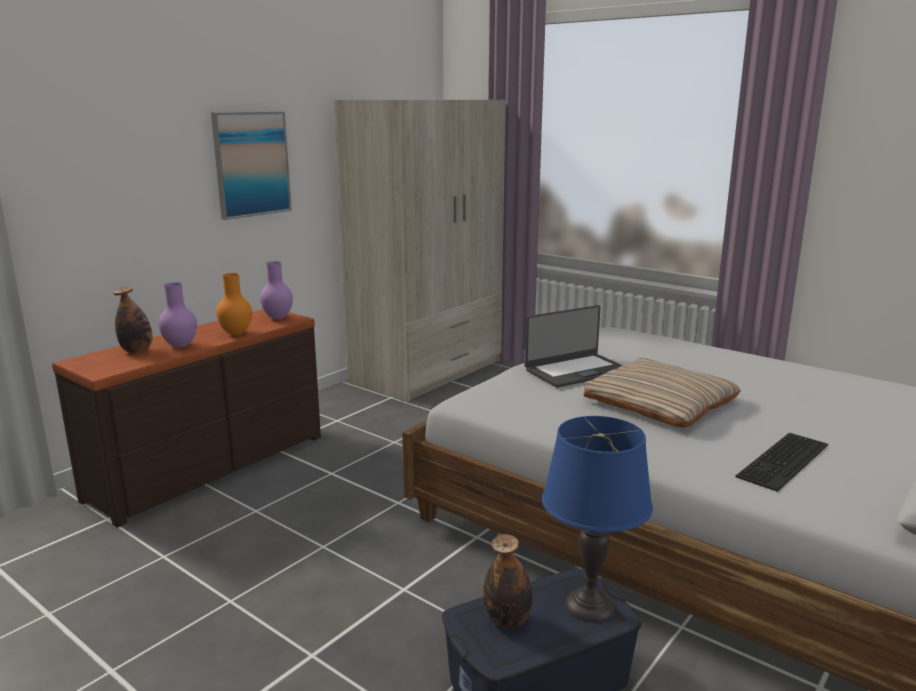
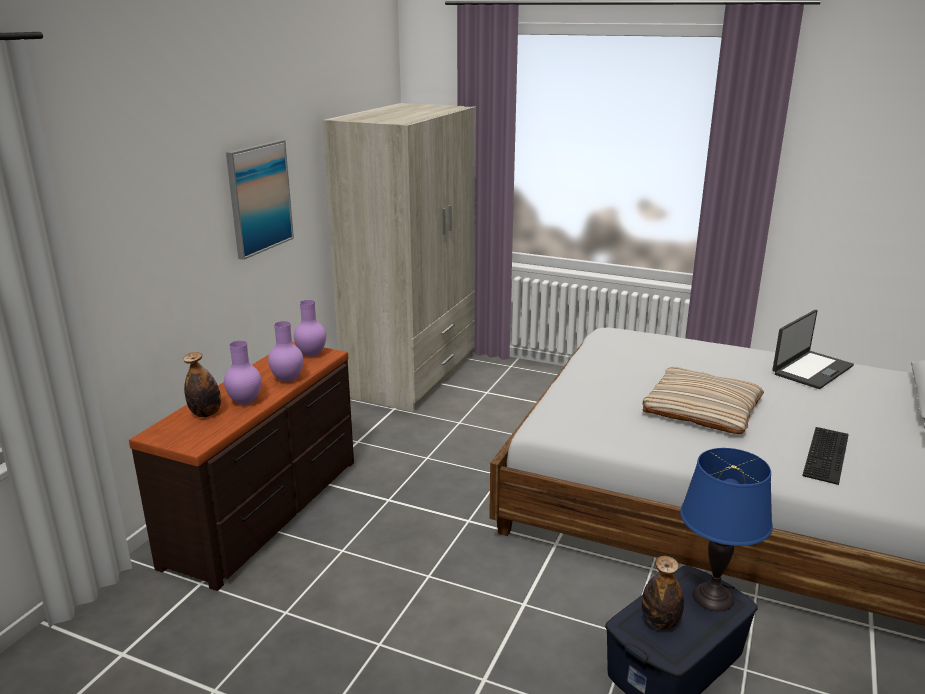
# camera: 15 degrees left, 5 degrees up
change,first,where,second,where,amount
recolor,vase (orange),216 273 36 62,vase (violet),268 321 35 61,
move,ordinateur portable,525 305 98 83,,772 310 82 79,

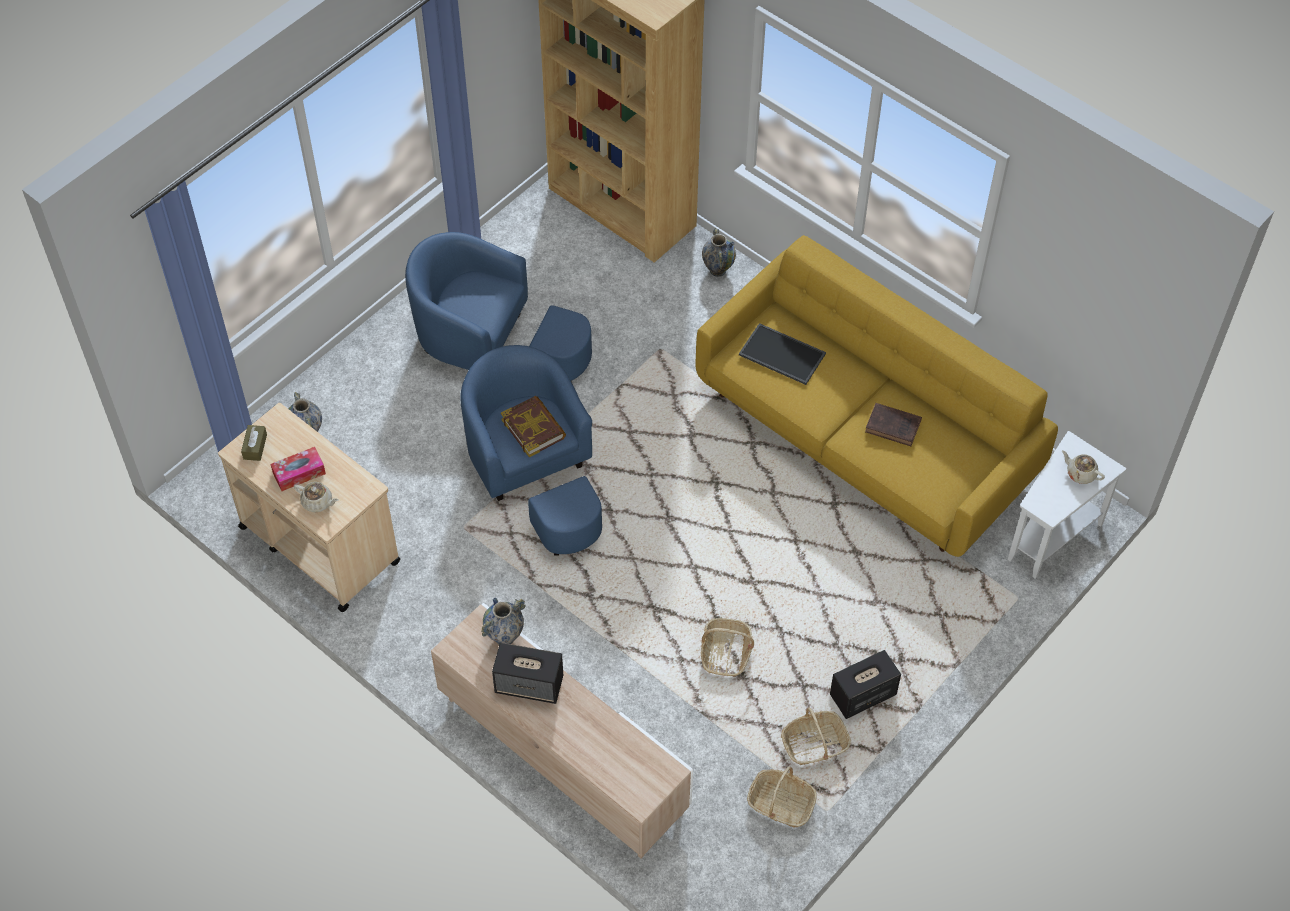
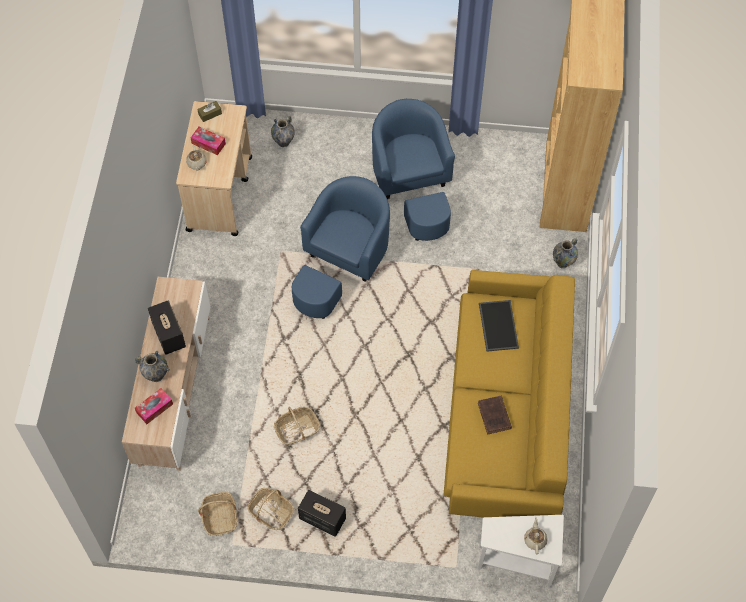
# camera: 55 degrees right, 5 degrees up
change,first,where,second,where,amount
move,vase,481 598 45 46,,135 351 35 31,
insert,,,boîte à mouchoirs,135 388 38 36,
delete,livre,501 396 65 61,,,

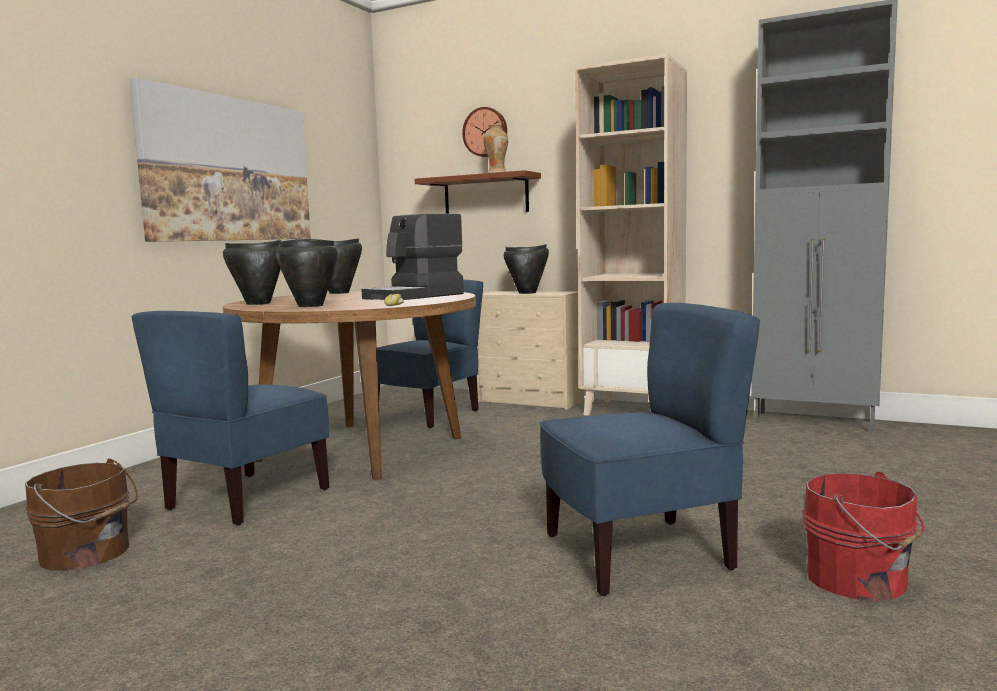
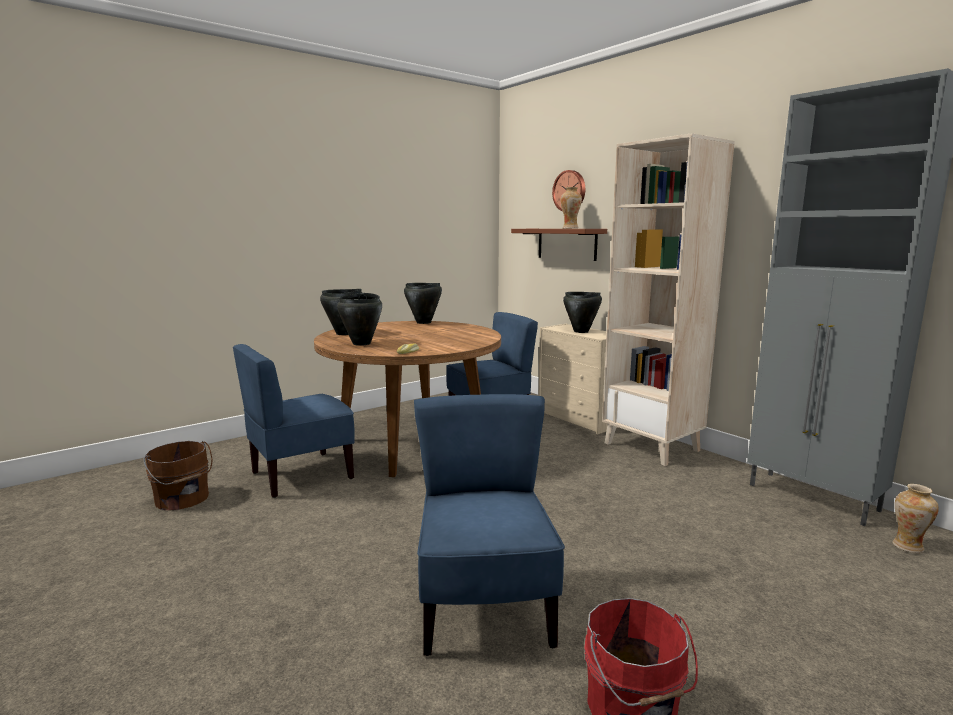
# camera: 25 degrees right, 5 degrees up
change,first,where,second,where,amount
rotate,chaise (bleu),540 303 220 293,,414 394 151 262,105 degrees counterclockwise
insert,,,vase,893 484 46 69,
delete,tableau,130 78 181 164,,,
delete,machine à café,361 213 103 87,,,

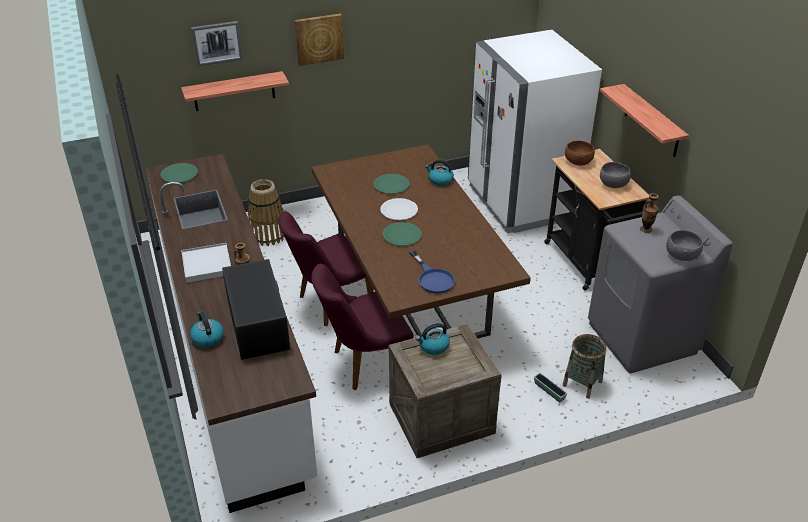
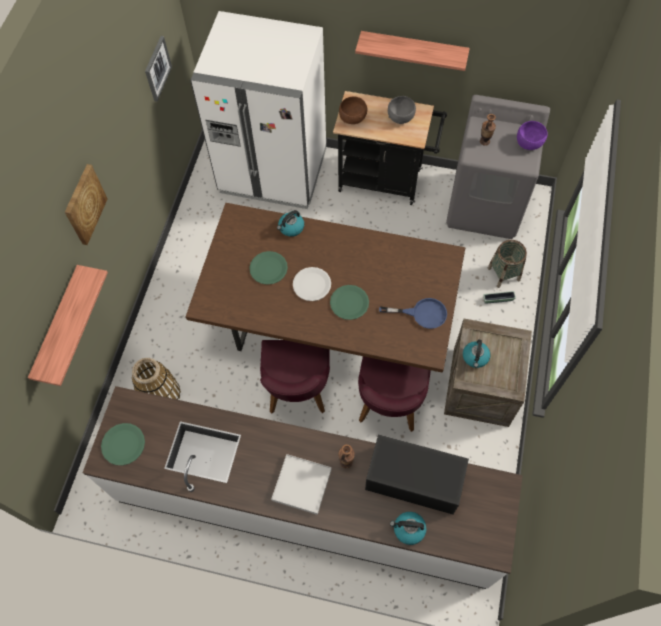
# camera: 55 degrees left, 25 degrees up
change,first,where,second,where,amount
move,tableau,191 21 52 45,,145 36 27 66,
recolor,bol (gris),666 230 37 31,bol (violet),517 121 31 29,

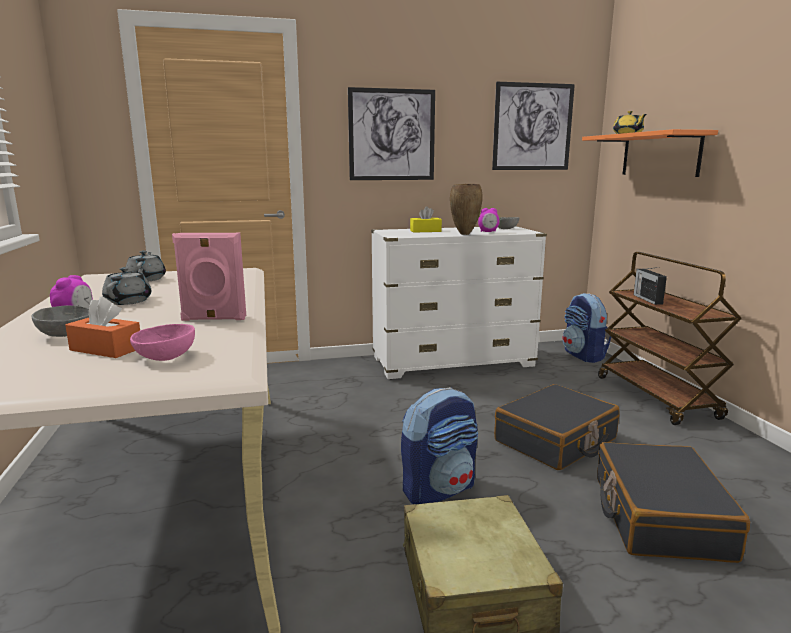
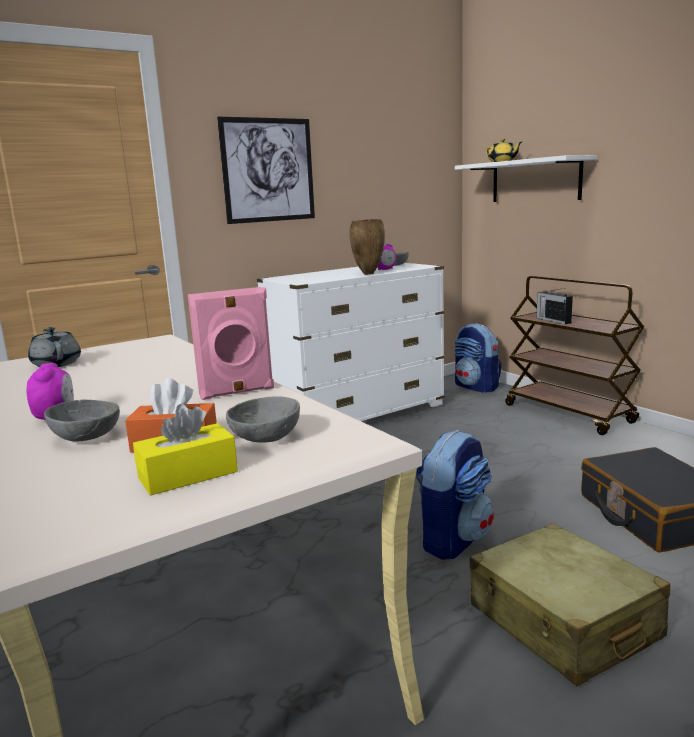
# camera: 20 degrees left, 0 degrees up
change,first,where,second,where,amount
move,boîte à mouchoirs (jaune),410 206 32 27,,133 404 105 91,
recolor,bol (rose),130 324 65 37,bol (gris),226 396 74 47,
recolor,étagère (orange),582 129 136 48,étagère (blanc),455 155 142 47,
delete,théière (gris),102 267 49 38,,,
delete,tableau,492 82 83 88,,,
delete,valise (noir),494 384 125 86,,,

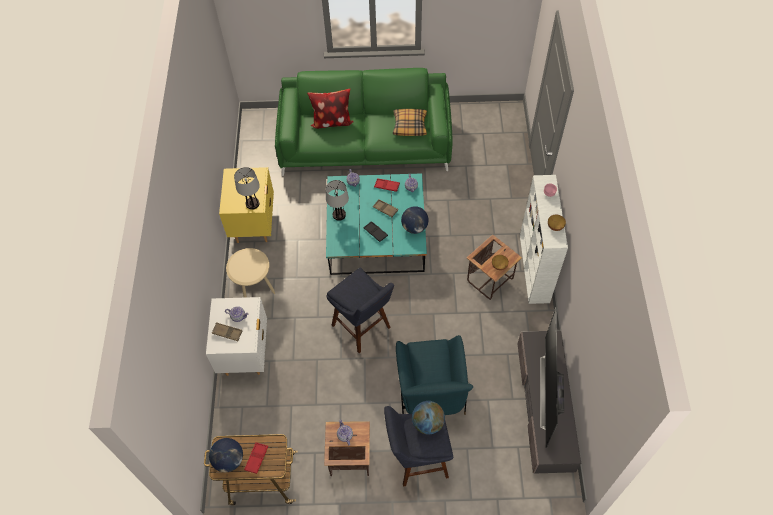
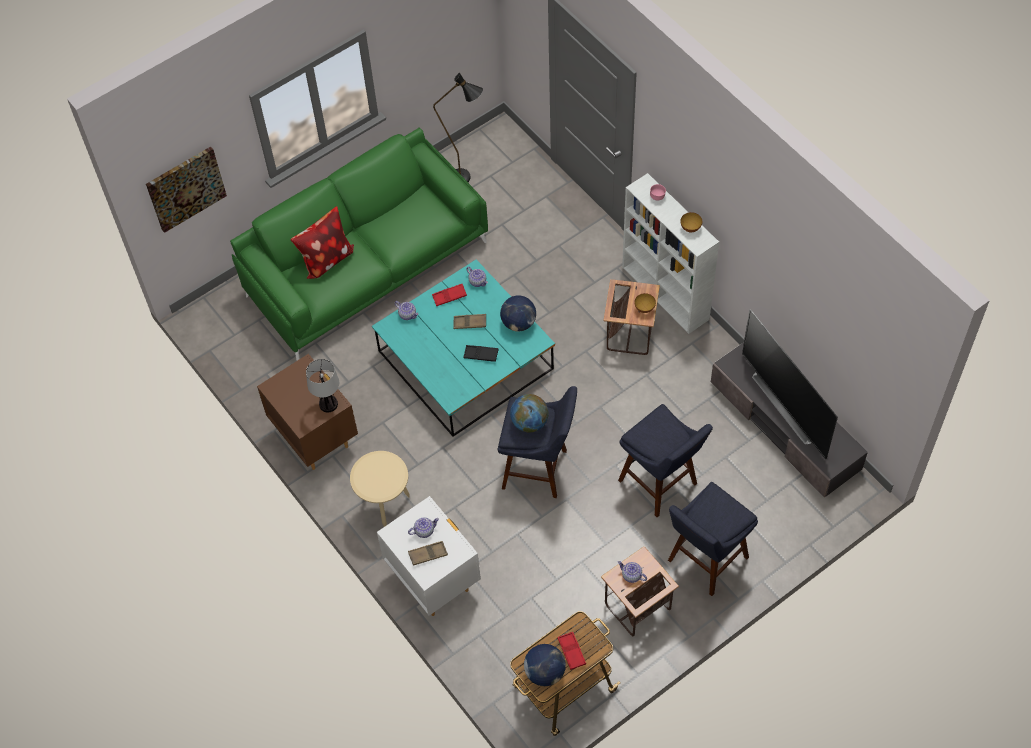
# camera: 35 degrees left, 0 degrees up
change,first,where,second,where,amount
insert,,,tableau,146 146 81 87,
recolor,table de chevet (jaune),219 167 55 76,table de chevet (marron),257 354 101 116,
insert,,,lampadaire (noir),433 73 50 109,
move,globe,412 401 33 34,,510 394 39 39,
replace,fauteuil (bleu),396 335 77 80,tabouret (bleu),618 404 95 113,
delete,lampe de table,326 180 23 41,,,
delete,coussin,393 109 34 27,,,

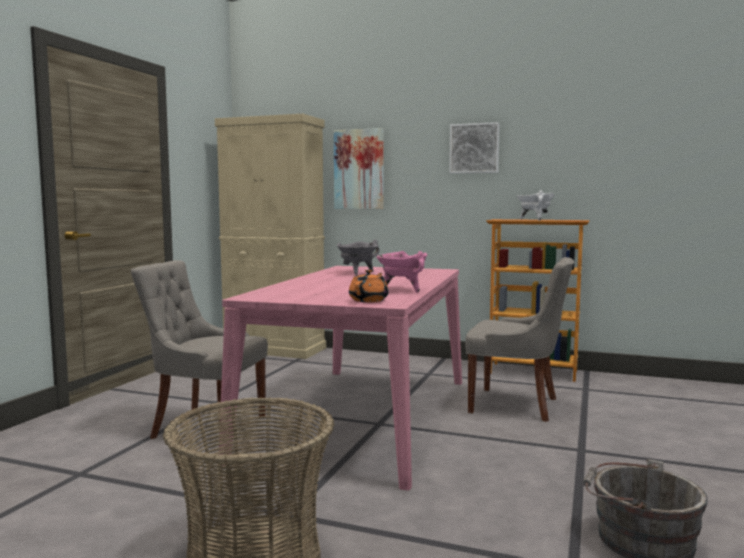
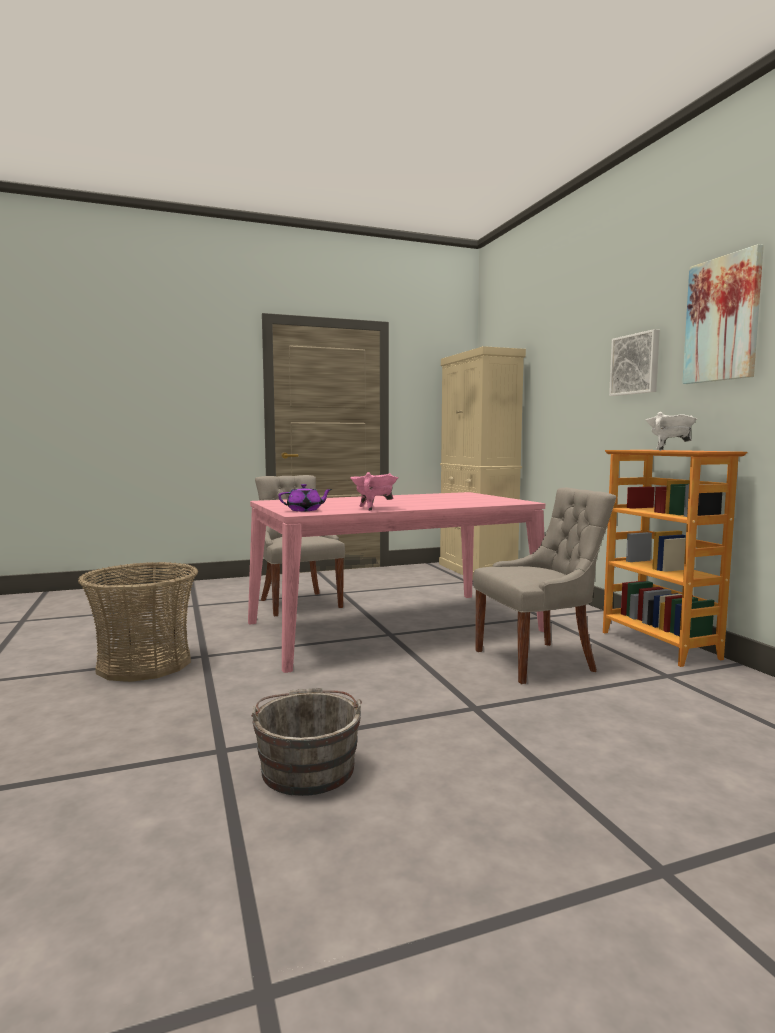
# camera: 50 degrees right, 0 degrees up
change,first,where,second,where,amount
recolor,théière (orange),349 270 40 32,théière (violet),278 484 54 27,
rotate,chaise (gris),465 257 109 165,,473 488 143 196,90 degrees counterclockwise
move,tableau,334 128 50 81,,682 244 82 140,
delete,marmite (gris),337 240 43 35,,,

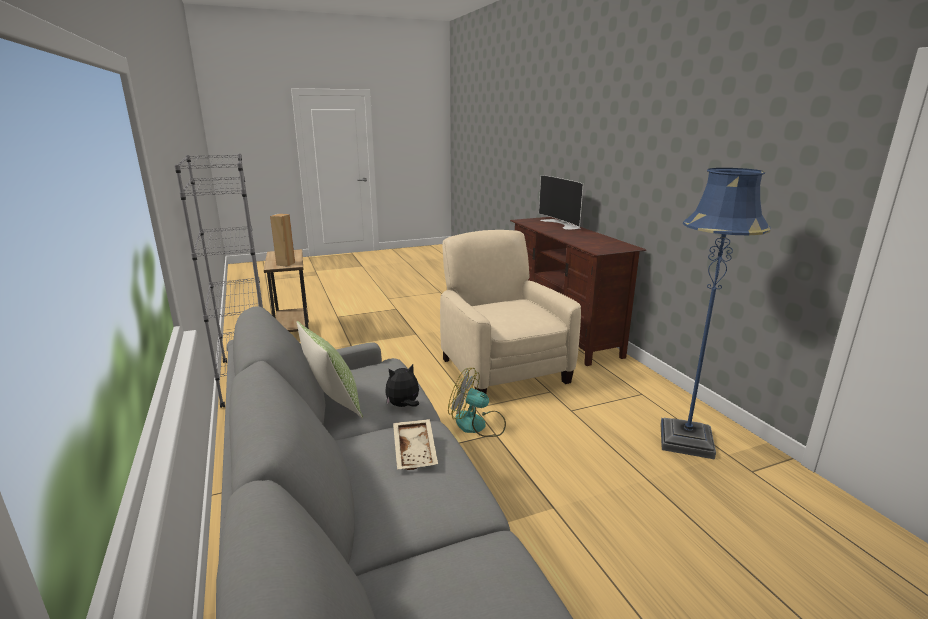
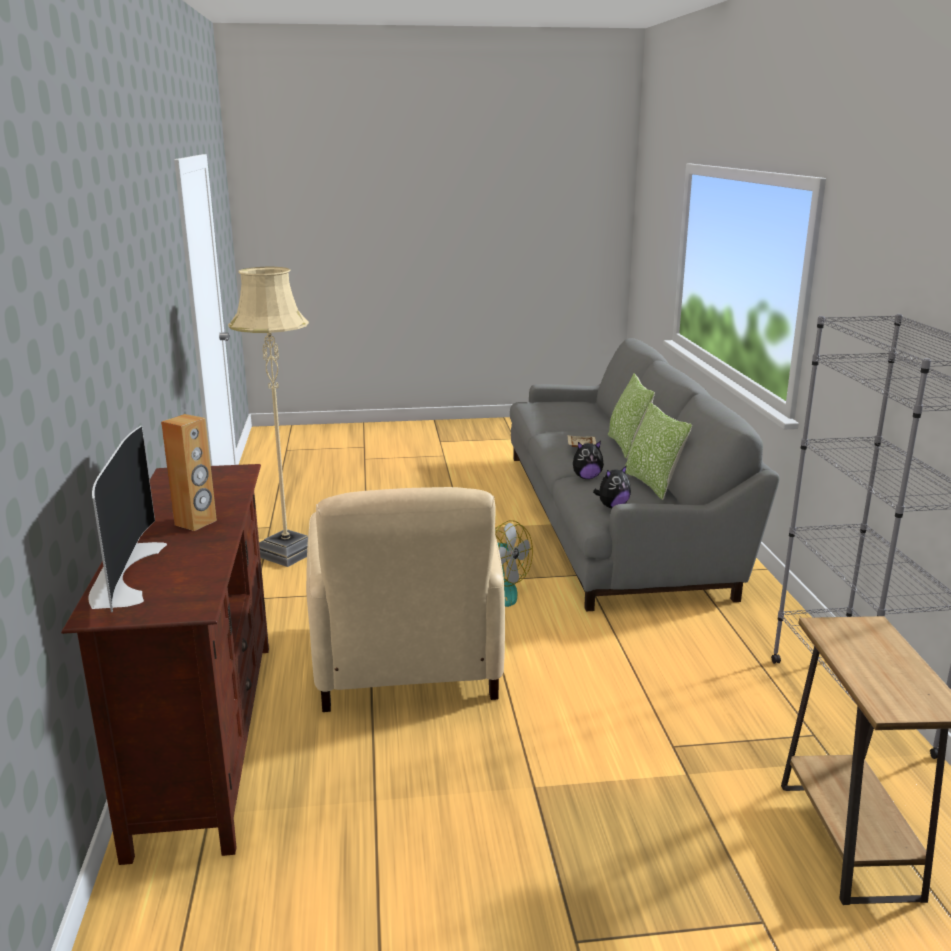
# camera: 165 degrees left, 0 degrees up
change,first,where,second,where,amount
move,enceinte (marron),270 214 25 53,,161 414 56 117,
recolor,lampadaire (bleu),660 168 111 292,lampadaire (beige),228 267 81 300,
insert,,,peluche,593 465 38 43,
insert,,,coussin,608 373 47 86,

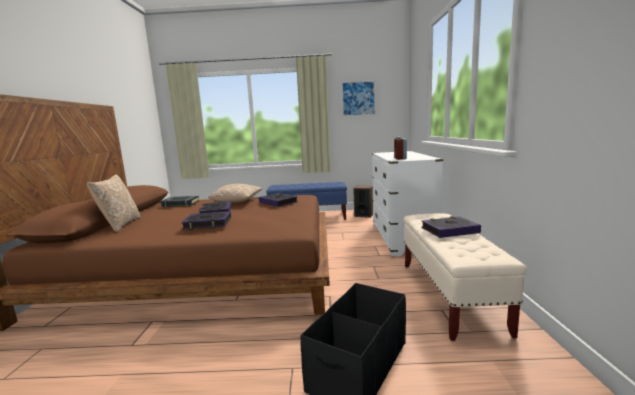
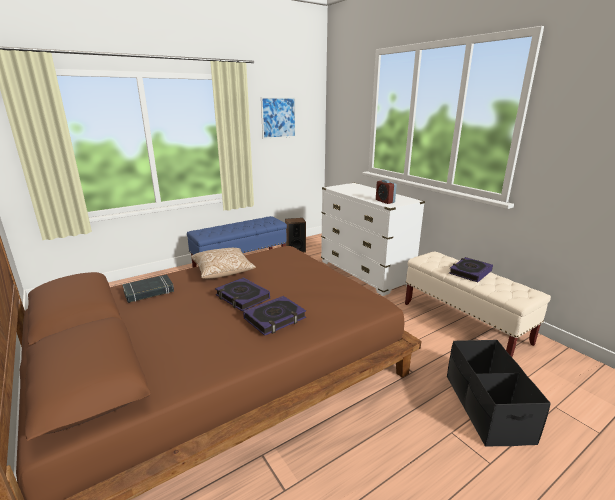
# camera: 35 degrees left, 10 degrees up
change,first,where,second,where,amount
delete,coussin,87 175 54 57,,,
delete,livre,259 193 39 14,,,

